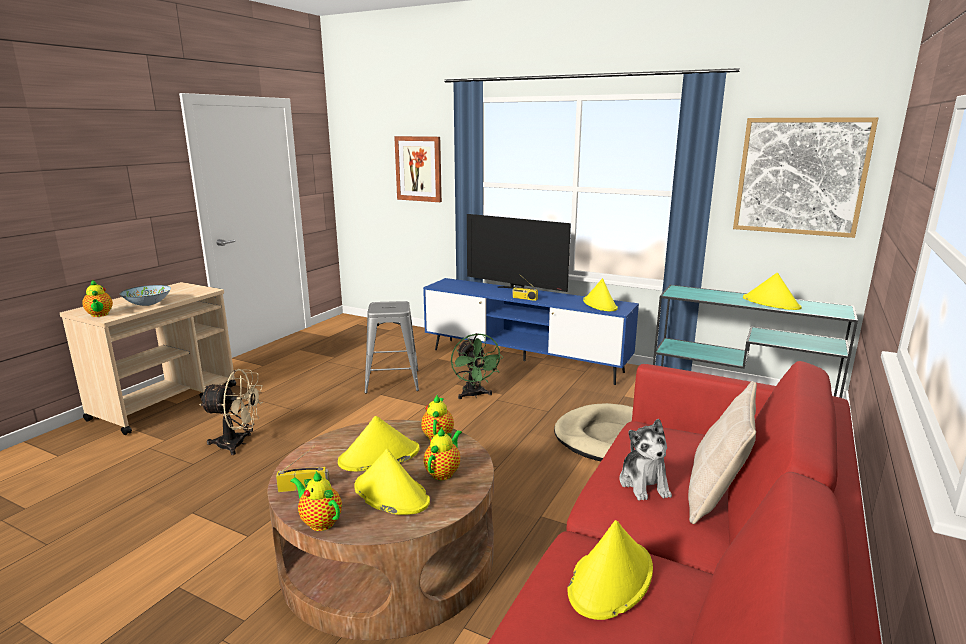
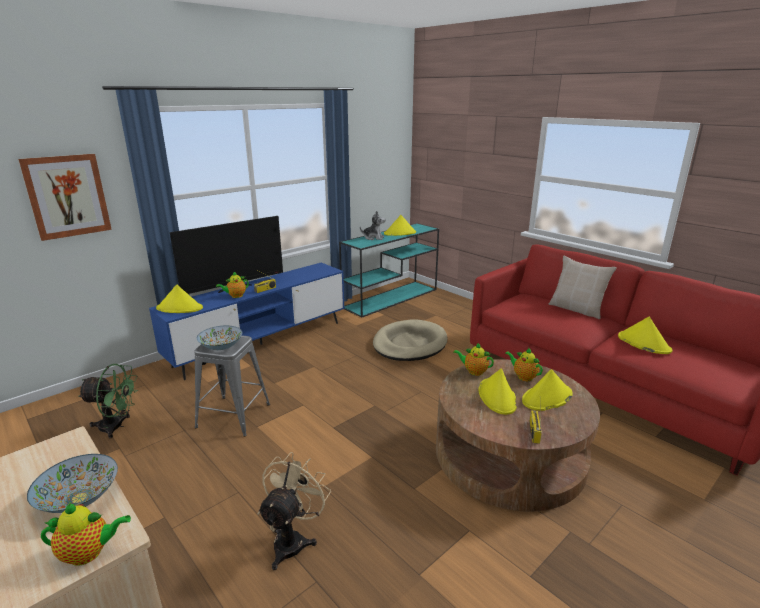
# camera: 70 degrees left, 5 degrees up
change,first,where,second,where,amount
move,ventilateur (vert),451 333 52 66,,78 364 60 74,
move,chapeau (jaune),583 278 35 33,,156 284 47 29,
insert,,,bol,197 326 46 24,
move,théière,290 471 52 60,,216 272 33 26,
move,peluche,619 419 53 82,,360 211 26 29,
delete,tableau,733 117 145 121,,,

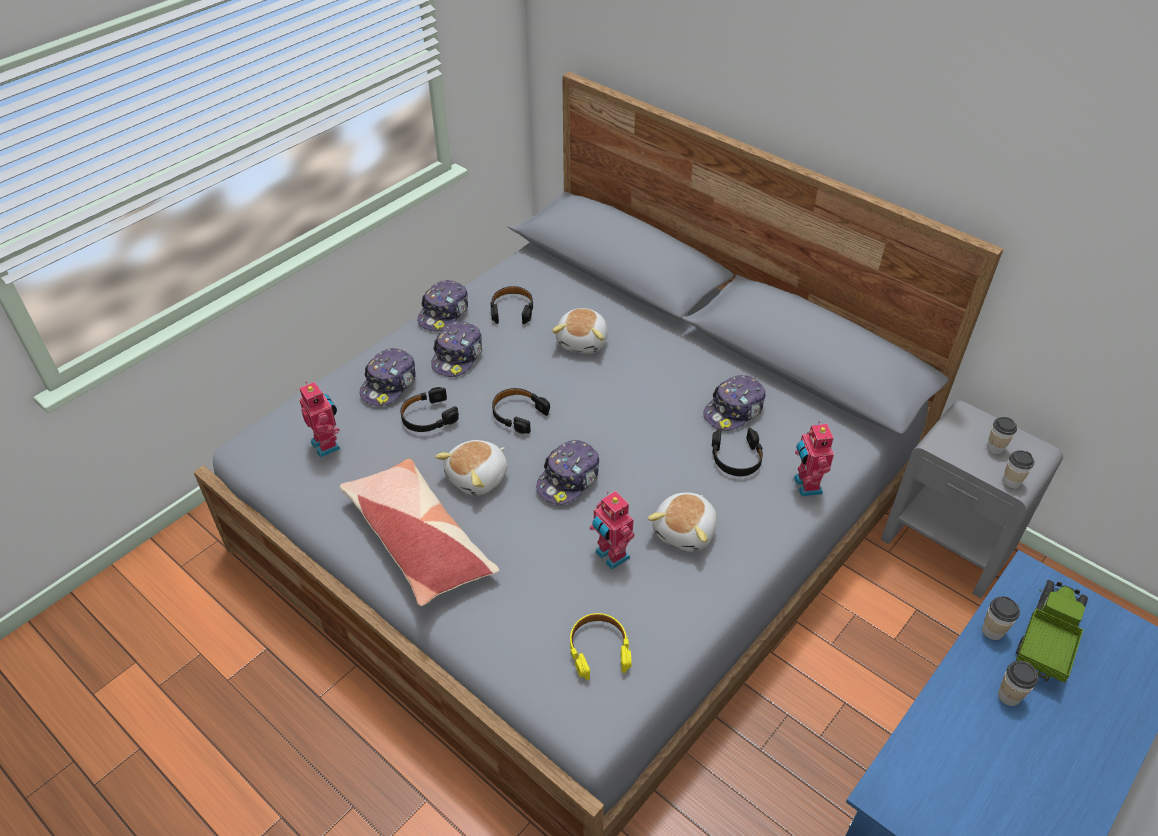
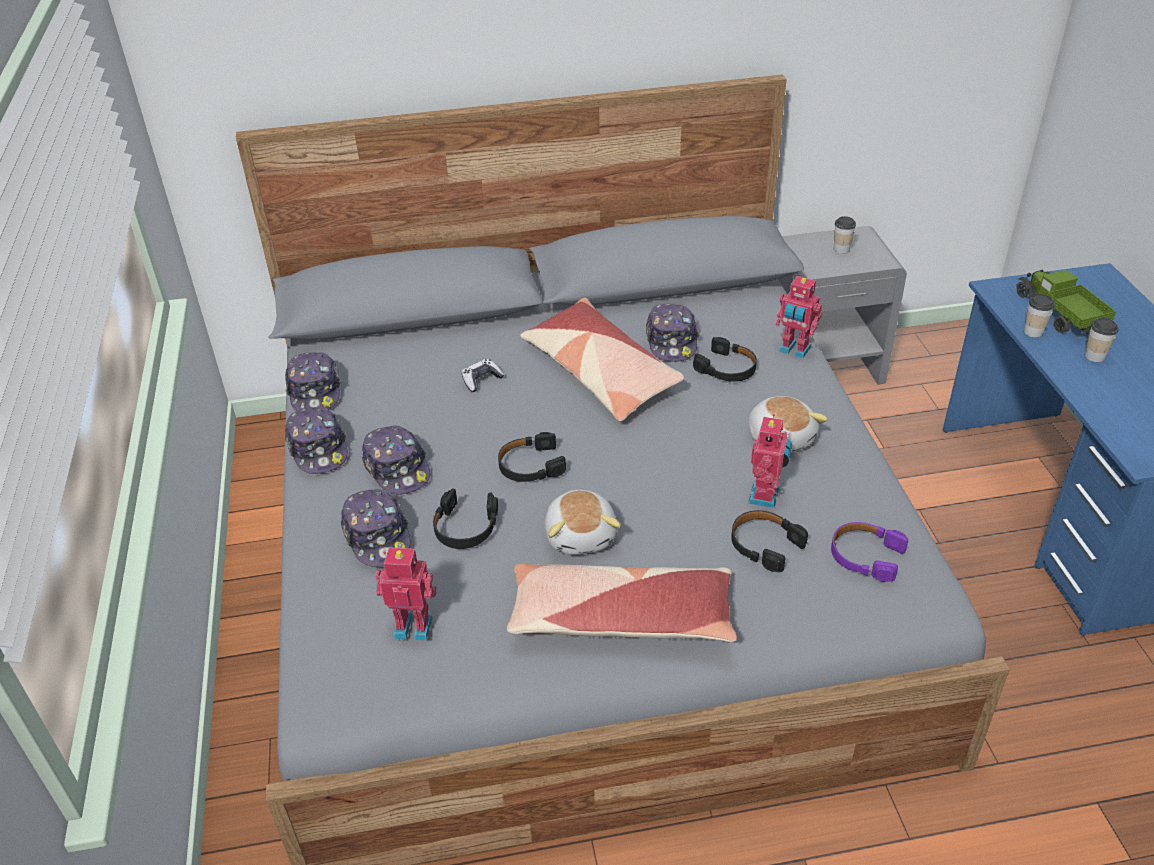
# camera: 50 degrees left, 5 degrees down
change,first,where,second,where,amount
move,casquette,536 440 63 65,,285 352 56 59,
replace,peluche,552 308 56 46,manette,462 359 42 33,
insert,,,coussin,520 298 164 123,
move,casque audio (noir),490 286 44 38,,731 510 77 62,
rotate,robot jouet,590 491 45 79,,748 414 44 94,75 degrees counterclockwise
recolor,casque audio (jaune),570 613 62 67,casque audio (violet),831 522 77 60,
delete,tasse,1002 450 32 39,,,

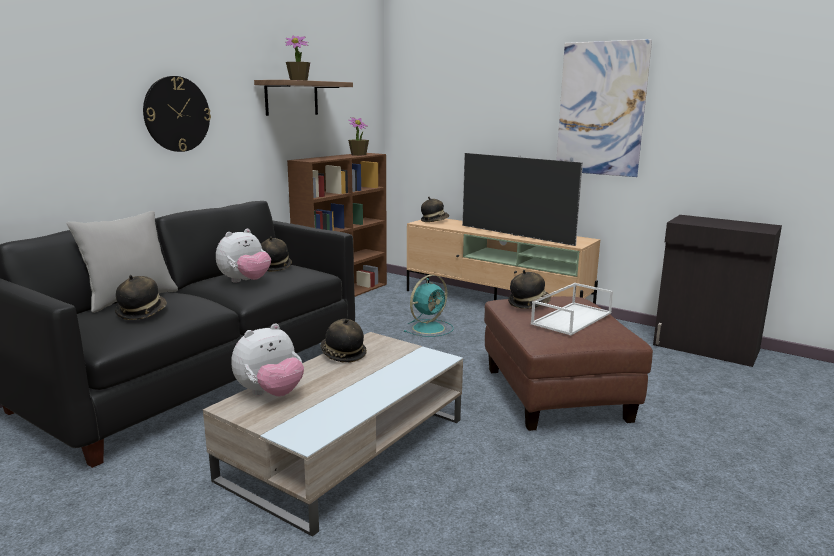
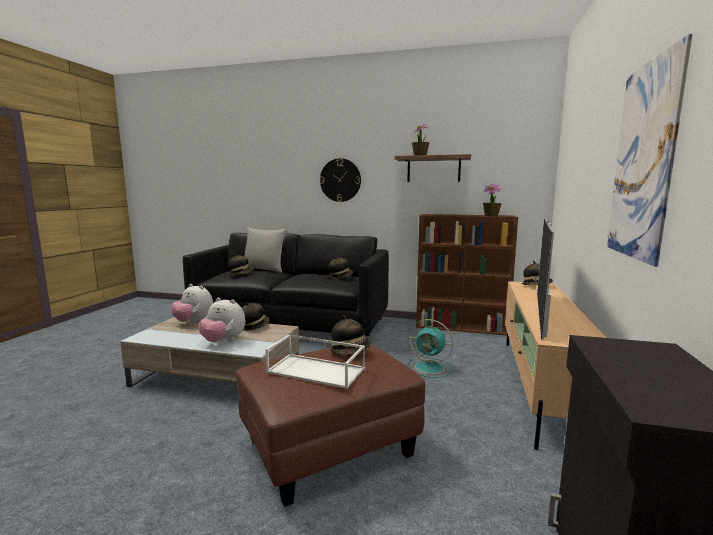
# camera: 70 degrees right, 5 degrees down
change,first,where,second,where,amount
move,peluche,216 229 55 54,,198 298 47 44,

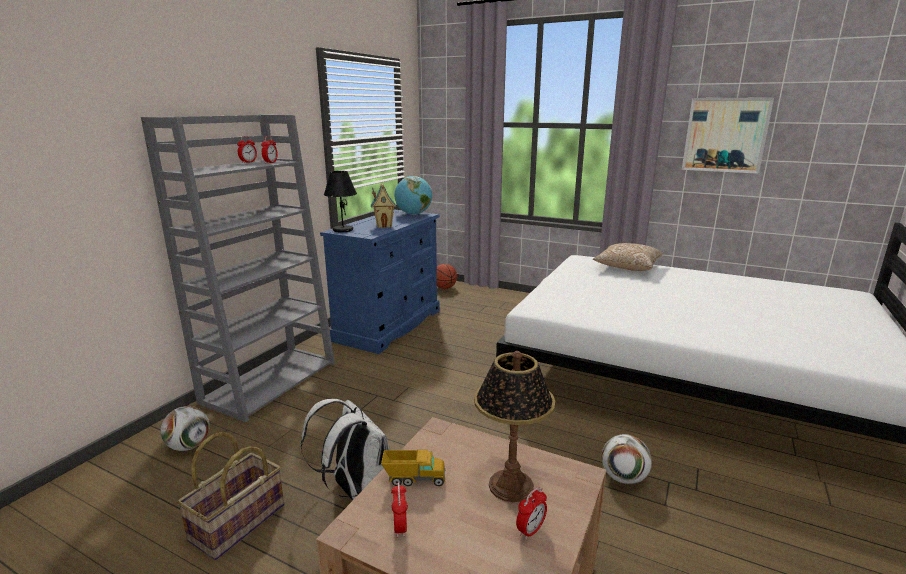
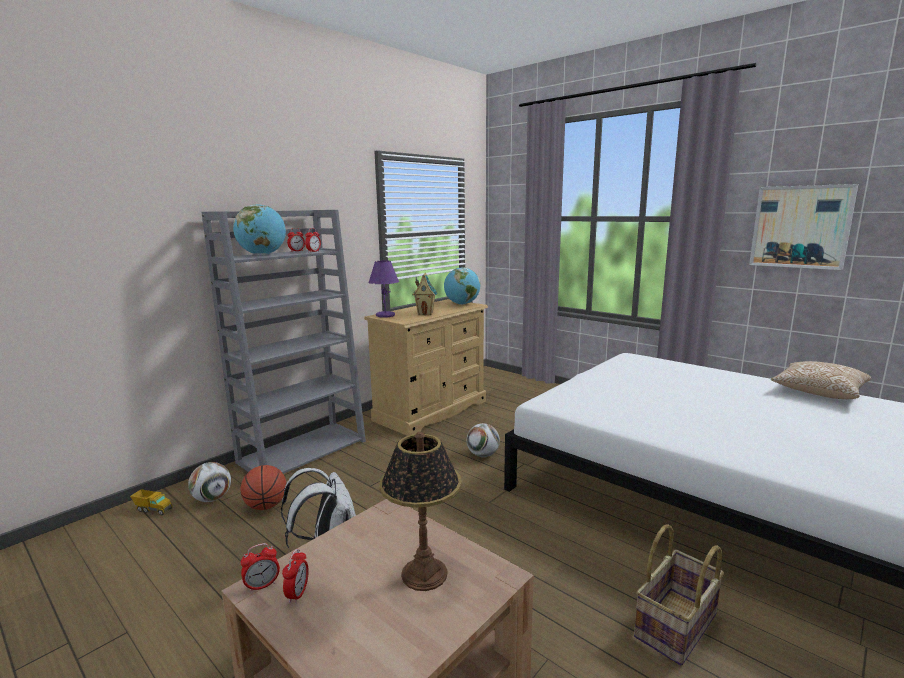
# camera: 15 degrees right, 5 degrees down
change,first,where,second,where,amount
move,camion jouet,381 450 65 36,,130 490 43 25,
insert,,,globe,233 204 53 51,
move,réveil,516 487 31 53,,240 543 40 50,
move,ballon de basket,437 264 20 25,,241 465 46 45,
recolor,commode (bleu),320 209 120 145,commode (beige),364 299 124 137,
recolor,lampe de table (noir),324 171 33 62,lampe de table (violet),368 260 31 58,
move,ballon de foot,602 434 50 50,,466 423 34 34,
move,panier,177 432 107 128,,634 524 90 142,
move,coussin,593 243 70 28,,771 361 100 38,

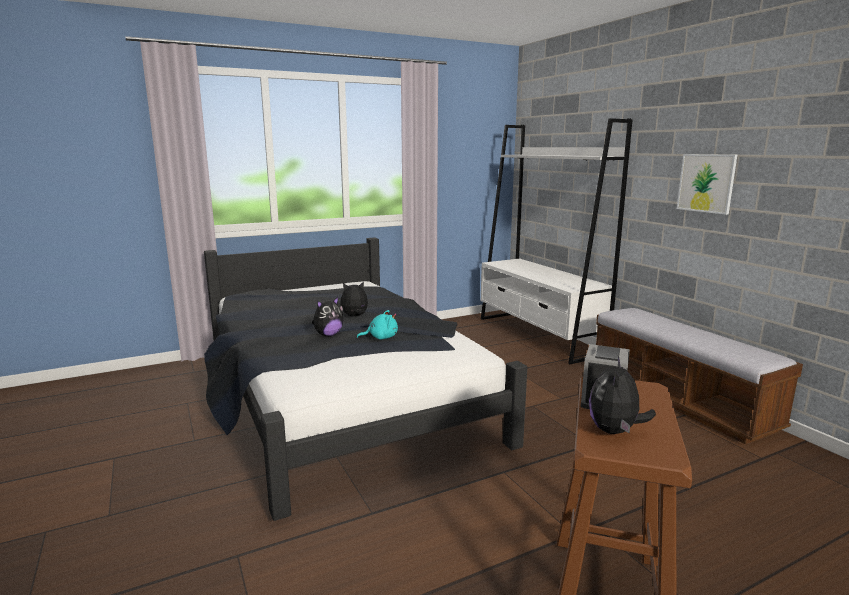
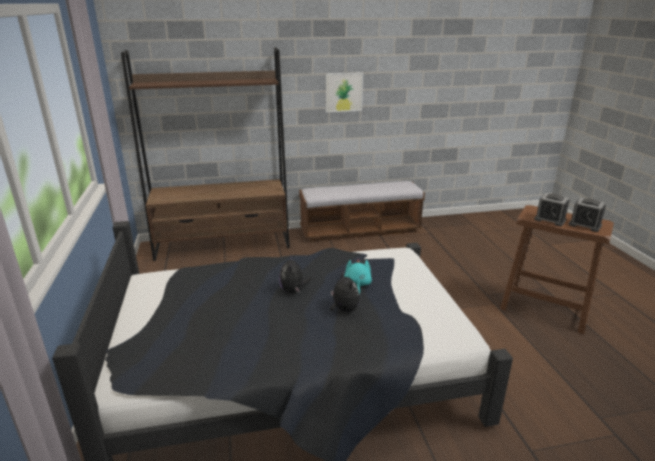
# camera: 75 degrees left, 10 degrees up
change,first,where,second,where,amount
recolor,bibliothèque (blanc),481 118 152 247,bibliothèque (marron),121 47 169 214,
replace,peluche,589 356 67 78,réveil,569 198 37 34,

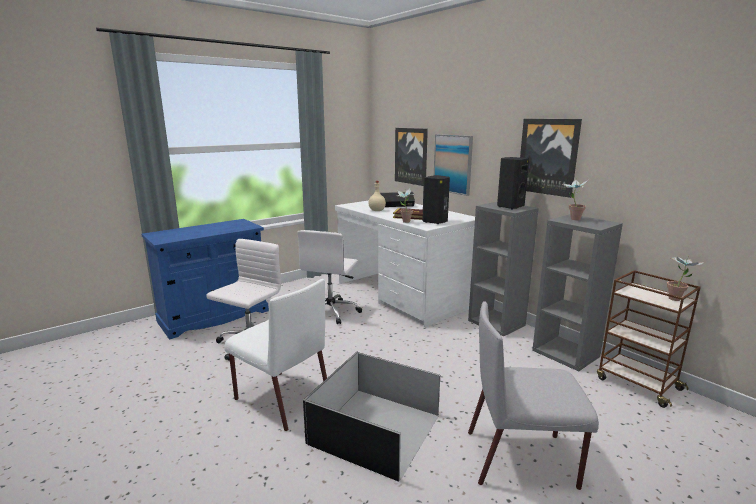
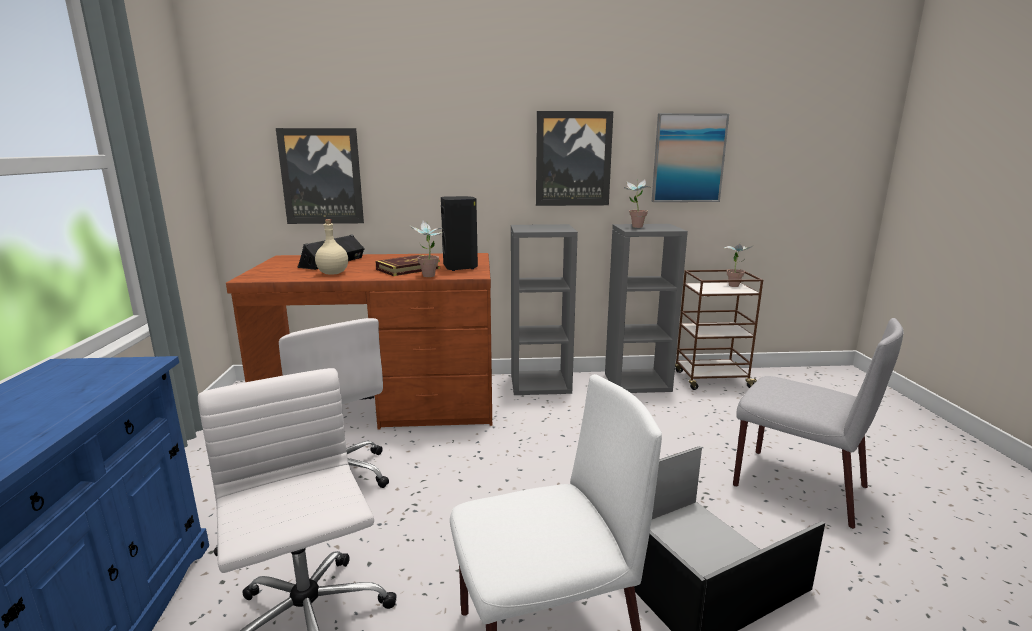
# camera: 55 degrees left, 0 degrees up
change,first,where,second,where,amount
recolor,bureau (blanc),335 200 140 127,bureau (marron),226 253 266 176,
move,tableau,434 134 39 62,,652 113 77 89,
rotate,chaise (gris),468 301 131 189,,733 318 171 211,90 degrees counterclockwise
delete,enceinte (noir),497 157 32 52,,,

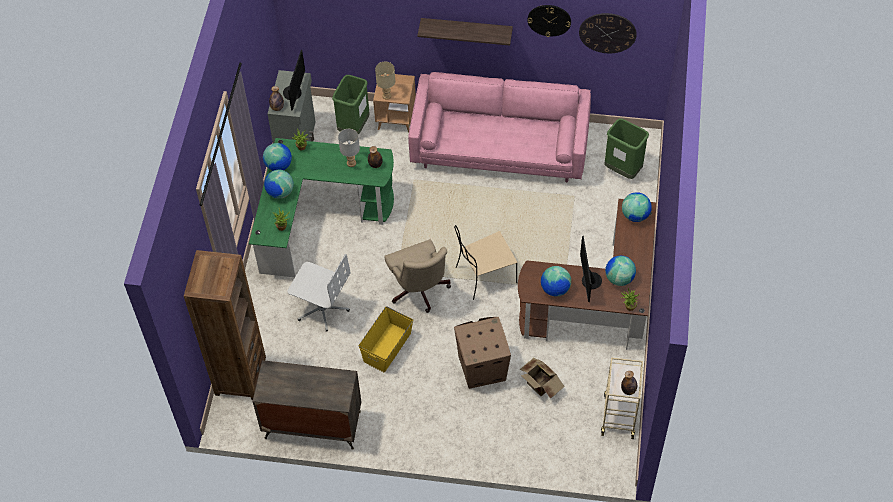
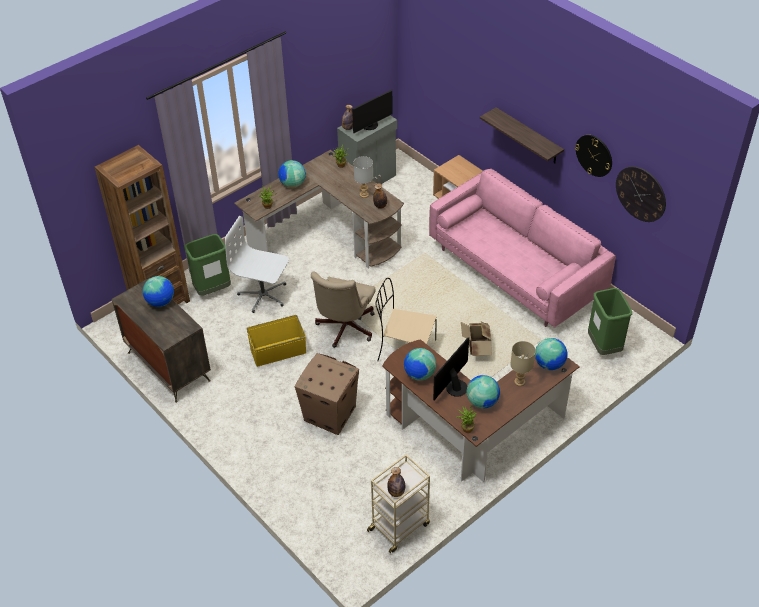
# camera: 40 degrees right, 10 degrees down
change,first,where,second,where,amount
move,globe,263 143 29 28,,143 276 31 31,
move,poubelle (vert),332 75 37 60,,184 234 47 62,
rotate,chaise de bureau (blanc),287 254 63 78,,225 216 64 97,135 degrees clockwise
recolor,bureau (vert),249 138 145 139,bureau (marron),234 150 170 119,
move,carton,519 358 46 41,,461 321 31 35,
move,lampe de table (beige),375 62 20 38,,510 341 26 45,

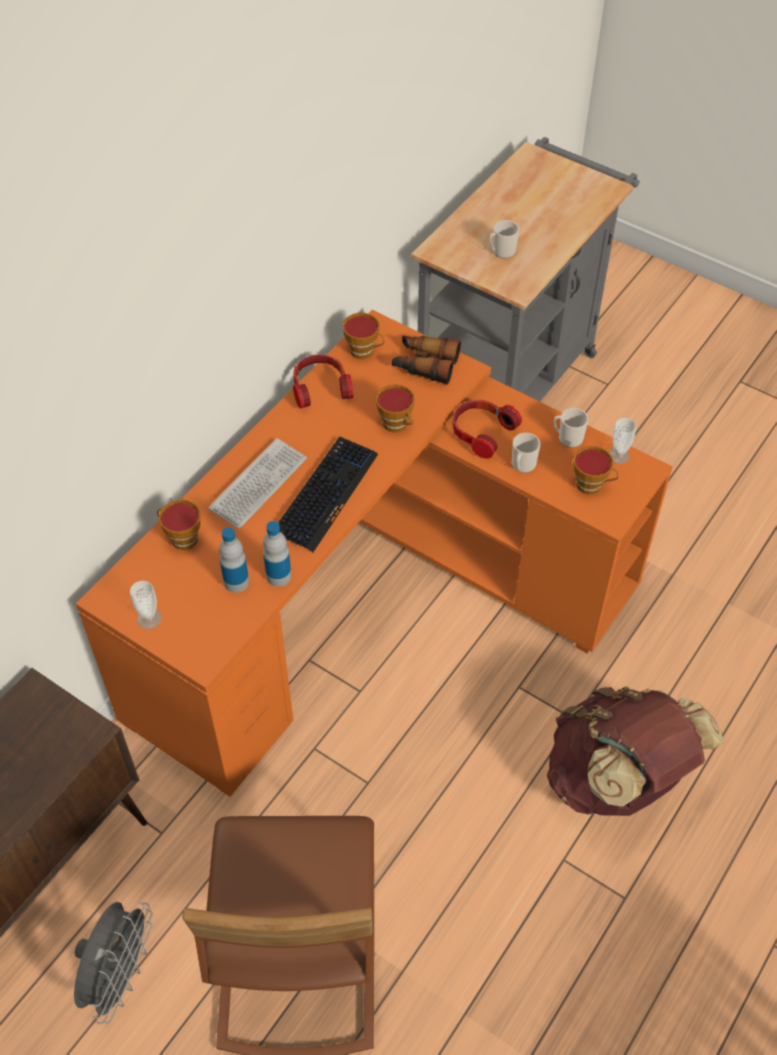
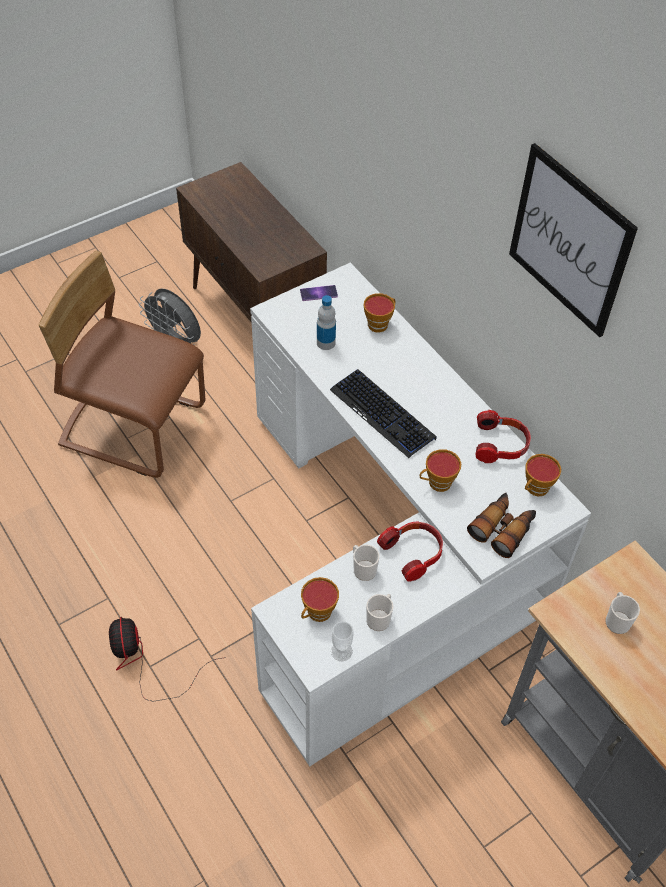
# camera: 110 degrees right, 0 degrees up
change,first,where,second,where,amount
replace,sac à dos (marron),547 687 177 129,ventilateur,109 617 117 85,
recolor,bureau (orange),76 310 596 487,bureau (blanc),250 263 341 504,
replace,tasse,130 581 32 48,téléphone,300 285 38 16,
insert,,,tableau,509 143 129 194,
delete,clavier,208 438 99 91,,,
delete,bouteille,263 521 28 66,,,

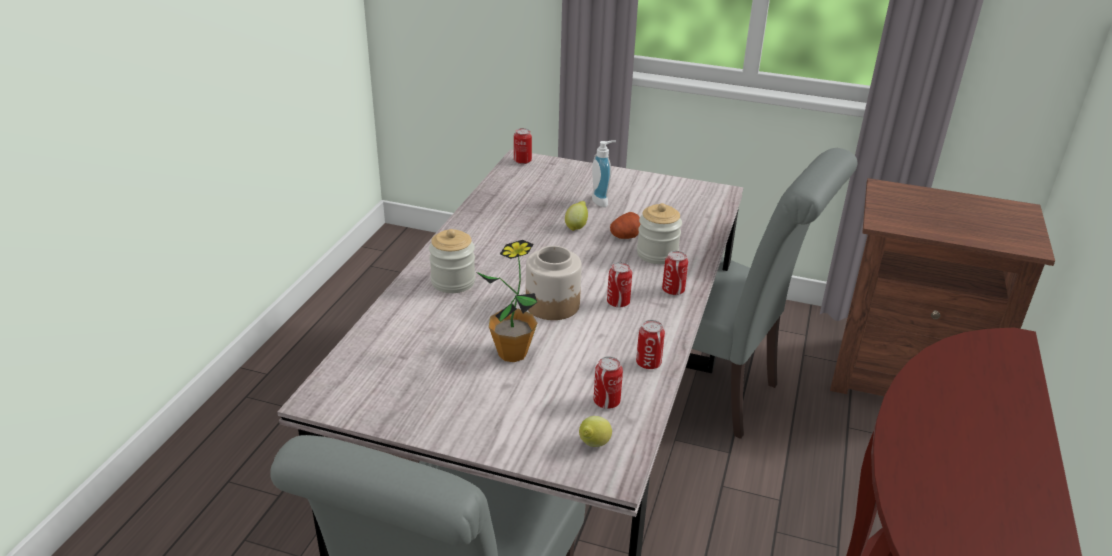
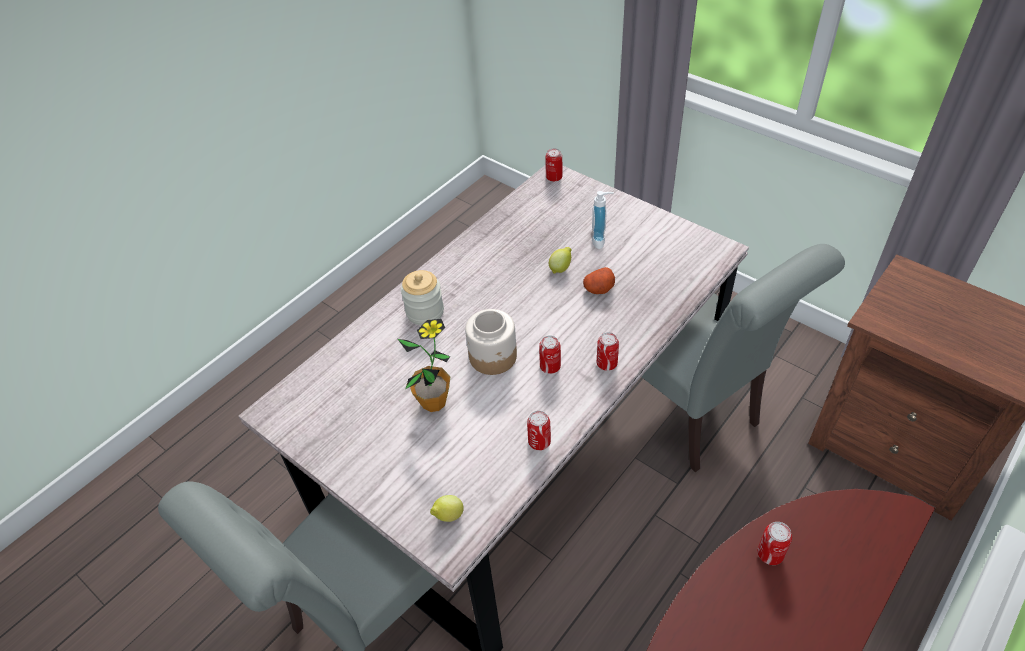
# camera: 25 degrees right, 15 degrees up
change,first,where,second,where,amount
move,boîte métallique,594 357 29 52,,757 522 35 43,
delete,bocal,637 203 45 61,,,

